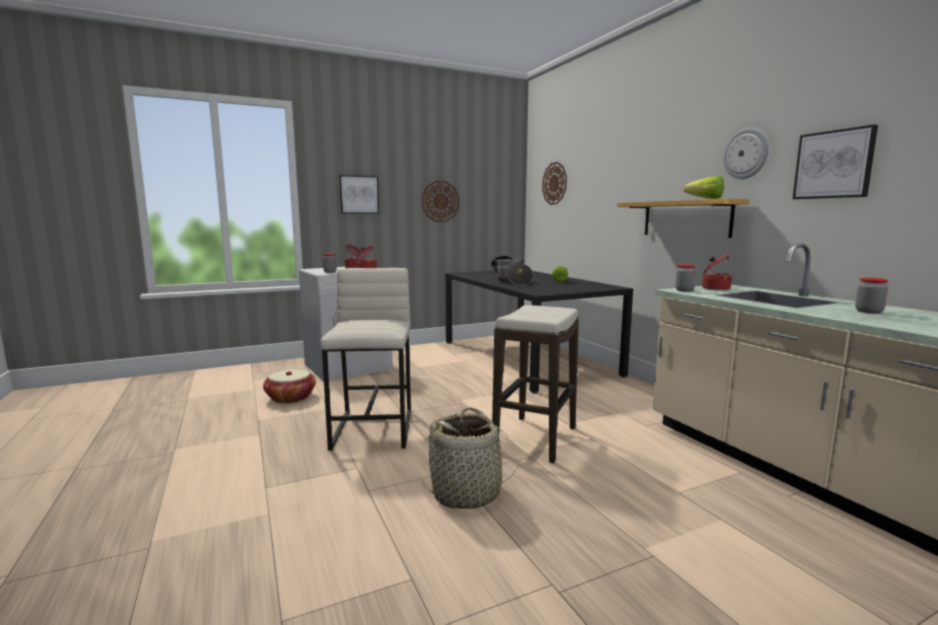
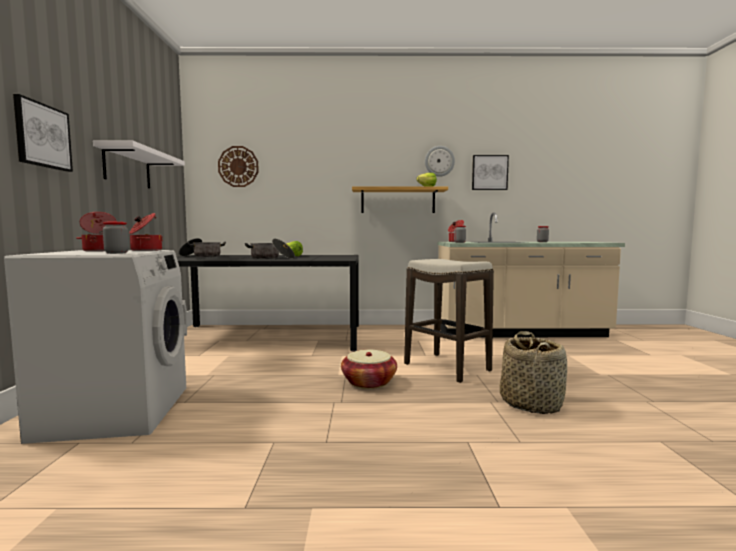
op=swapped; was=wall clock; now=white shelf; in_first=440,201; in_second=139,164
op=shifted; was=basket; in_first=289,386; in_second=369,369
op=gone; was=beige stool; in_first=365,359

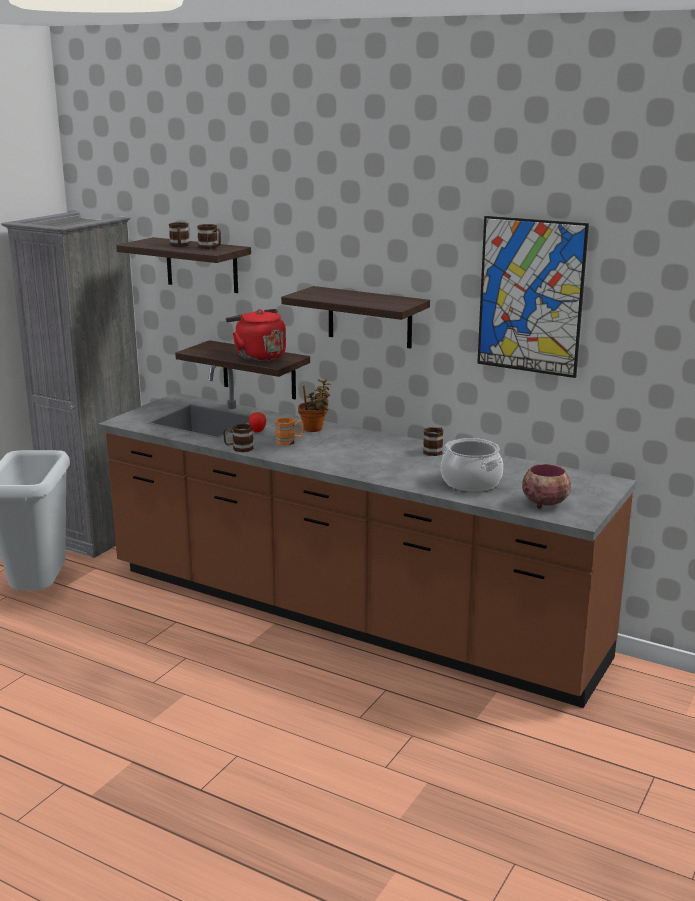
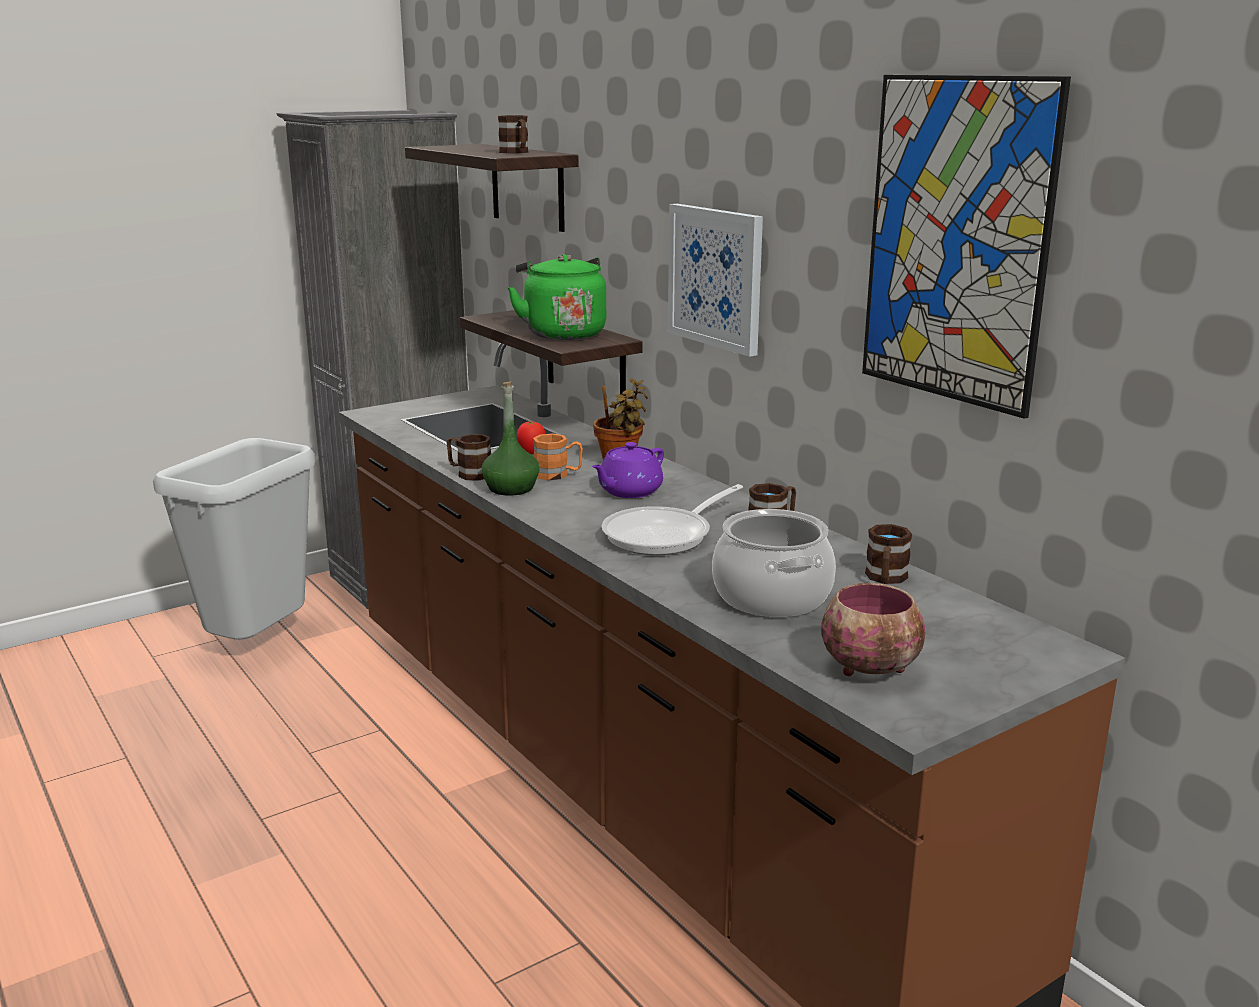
op=new; now=green bottle; in_second=511,439
op=repainted; was=red kettle; now=green kettle; in_first=256,335; in_second=556,297
op=new; now=purple teapot; in_second=628,470
op=new; now=frying pan; in_second=672,520
op=swapped; was=shelf; now=picture; in_first=355,317; in_second=715,280
op=shifted; was=brown mug; in_first=179,234; in_second=888,554

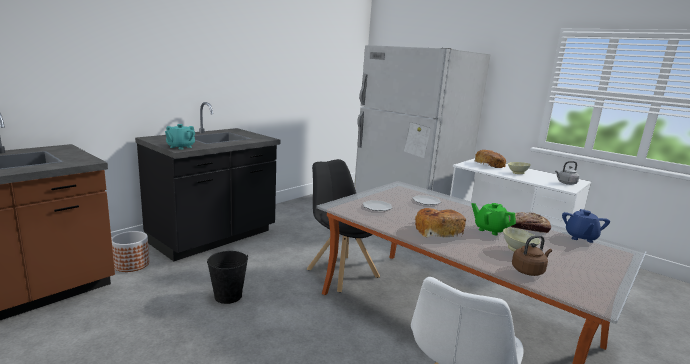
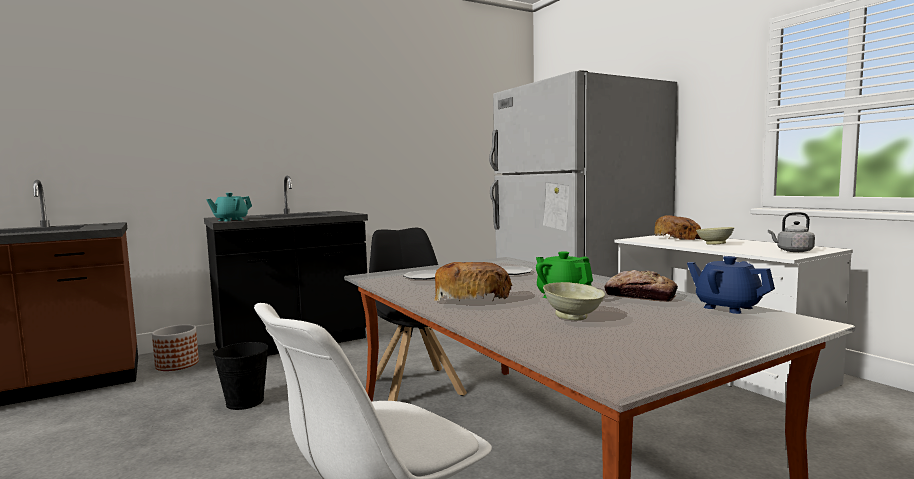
op=rotated; was=blue teapot; in_first=586,226; in_second=731,285; clockwise=105
op=gone; was=brown kettle; in_first=532,255

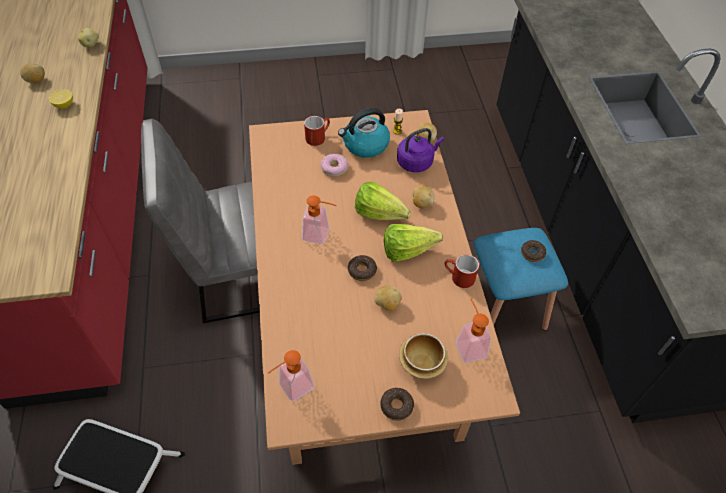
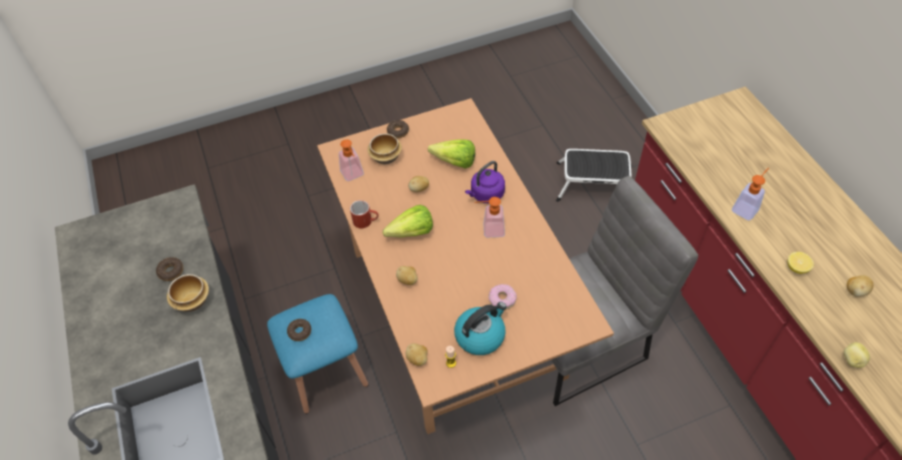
op=shifted; was=donut; in_first=362,268; in_second=169,269
op=new; now=bowl; in_second=188,293
op=shifted; was=lettuce; in_first=383,200; in_second=451,154
op=shifted; was=purple kettle; in_first=420,150; in_second=485,182
op=shifted; was=soap dispenser; in_first=291,375; in_second=750,194
op=gone; was=red mug; in_first=317,131

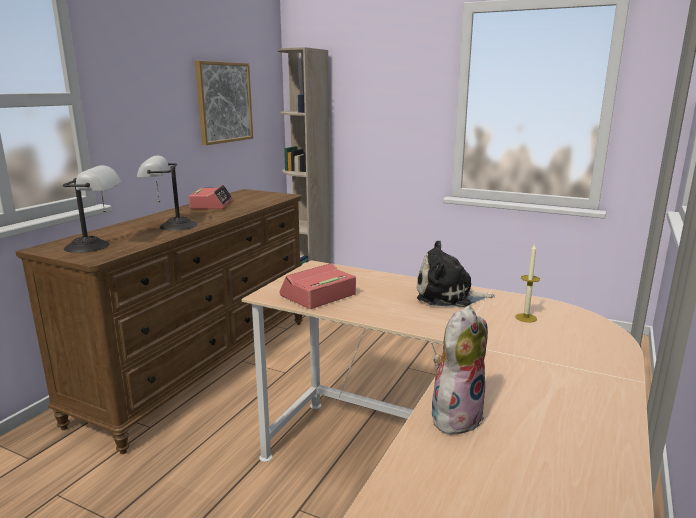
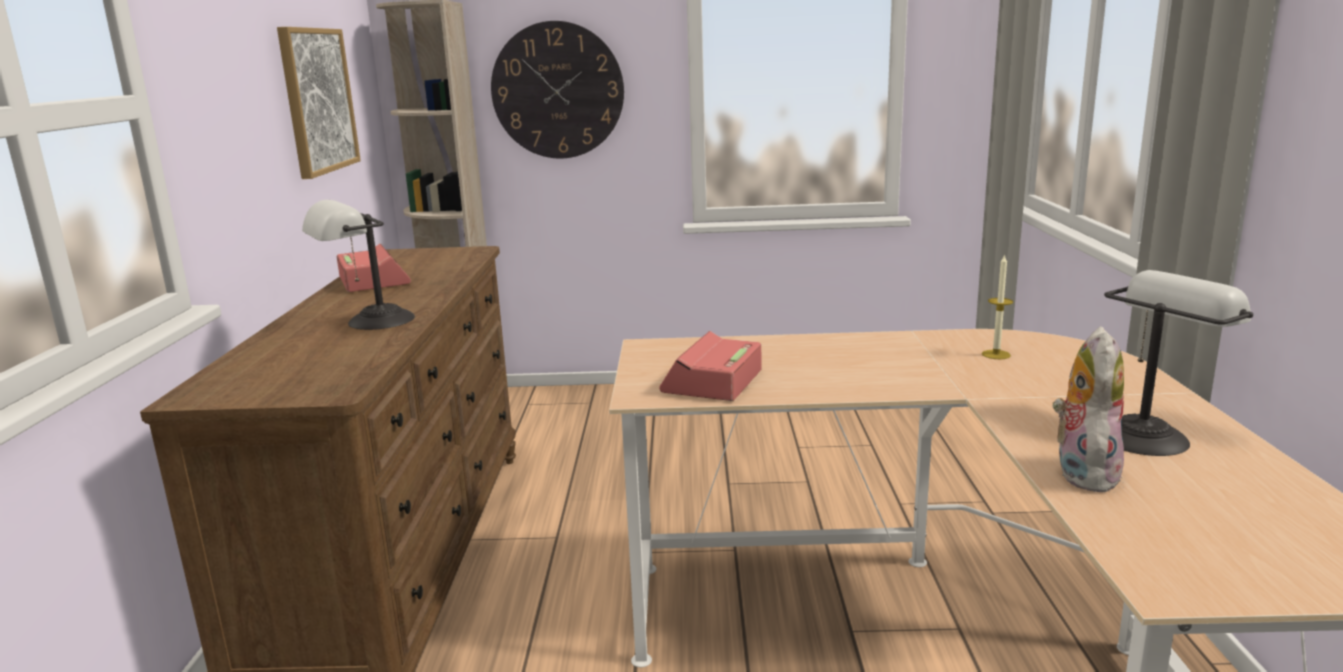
op=new; now=wall clock; in_second=557,90
op=shifted; was=table lamp; in_first=92,209; in_second=1178,363
op=gone; was=plush toy; in_first=456,273

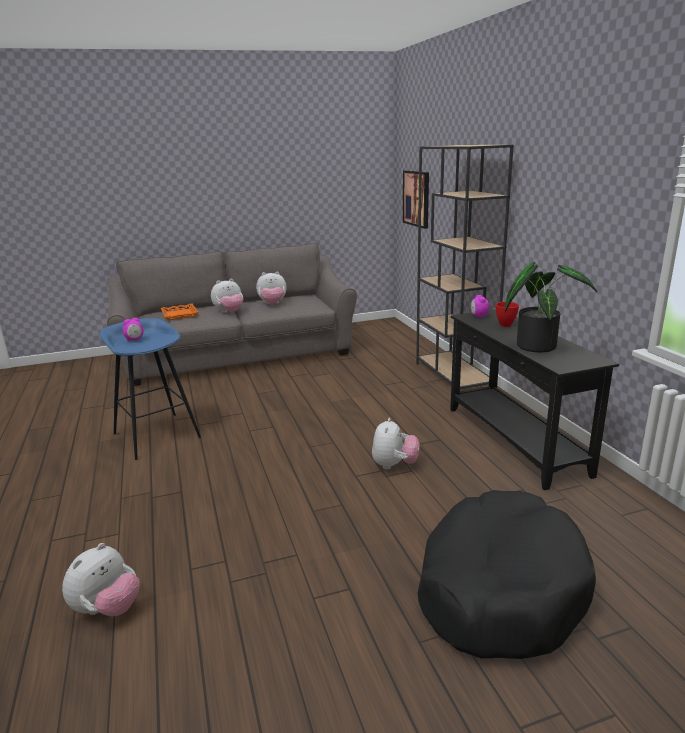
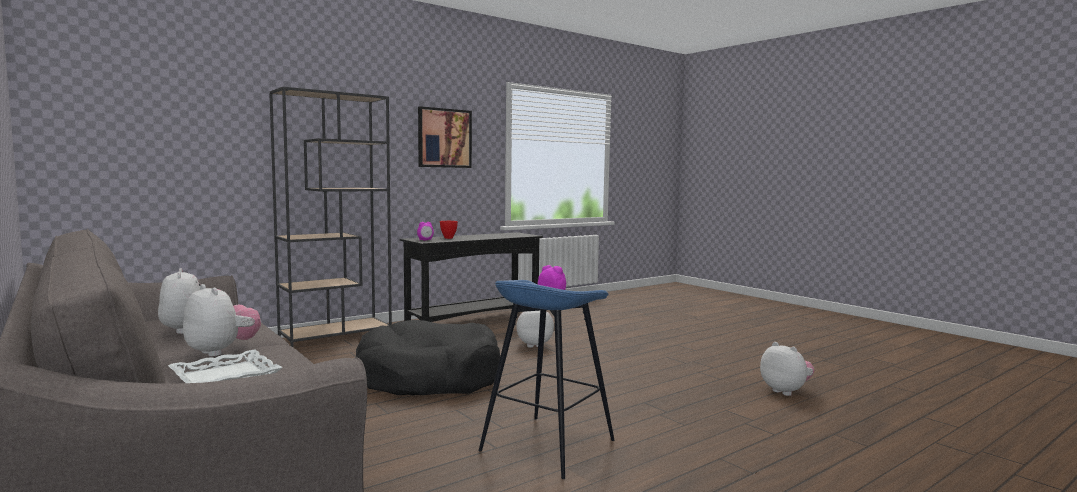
op=repainted; was=orange tray; now=white tray; in_first=180,312; in_second=225,366
op=shifted; was=black dog bed; in_first=507,574; in_second=428,357
op=shifted; was=picture; in_first=416,199; in_second=445,137
op=rotated; was=plush toy; in_first=101,579; in_second=787,369; clockwise=45
op=gone; was=potted plant; in_first=551,307

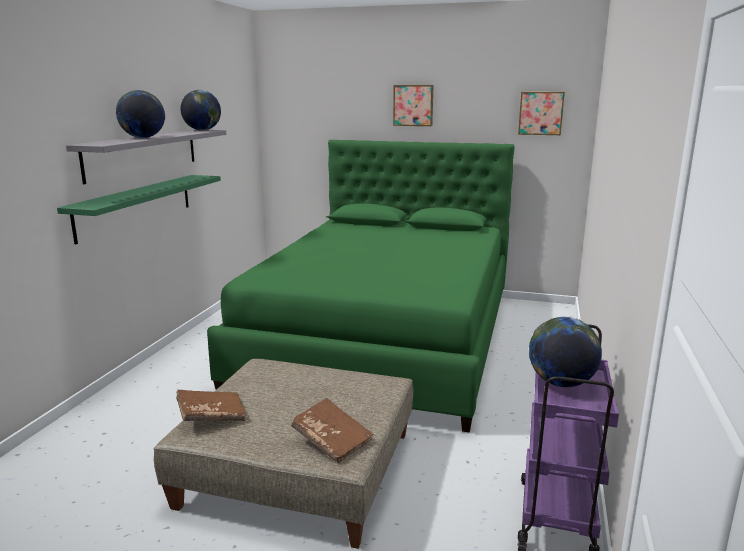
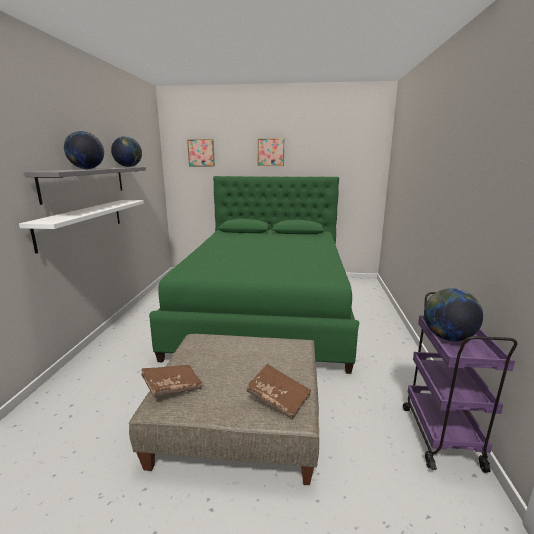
op=repainted; was=green shelf; now=white shelf; in_first=139,210; in_second=81,227
op=shifted; was=picture; in_first=541,113; in_second=201,152

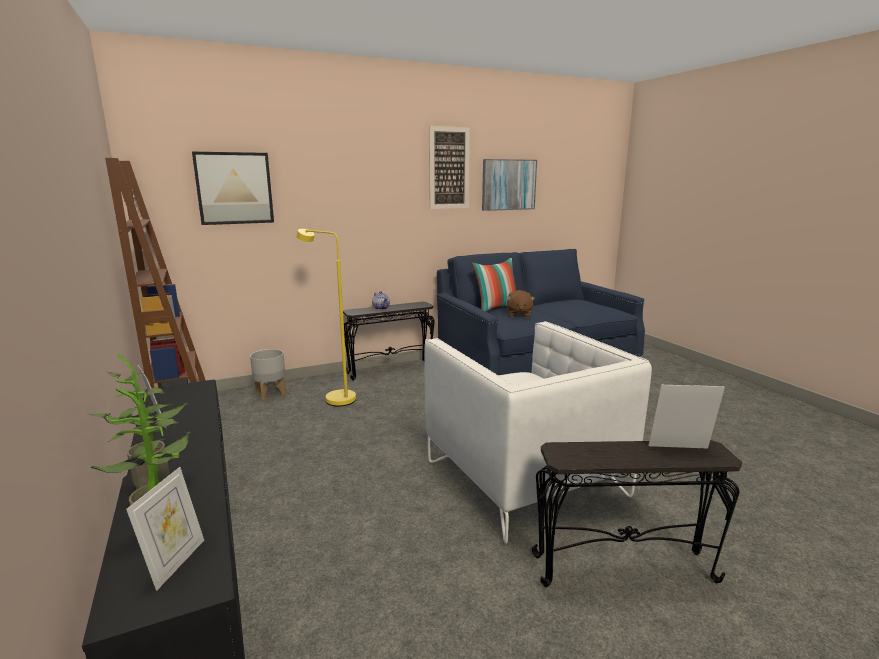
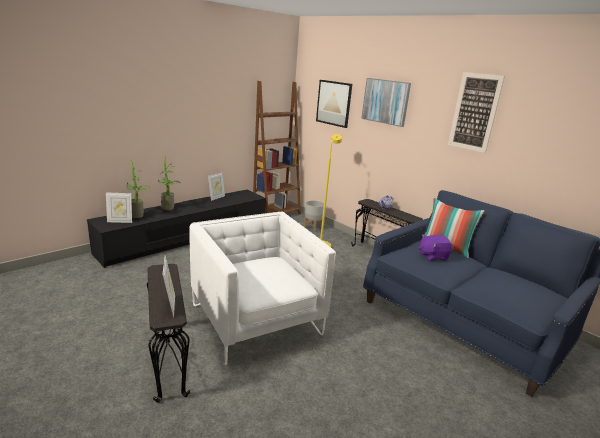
op=rotated; was=white armchair; in_first=538,432; in_second=262,288; clockwise=105
op=shifted; was=picture; in_first=509,185; in_second=386,102
op=repainted; was=brown plush toy; now=purple plush toy; in_first=521,304; in_second=436,247

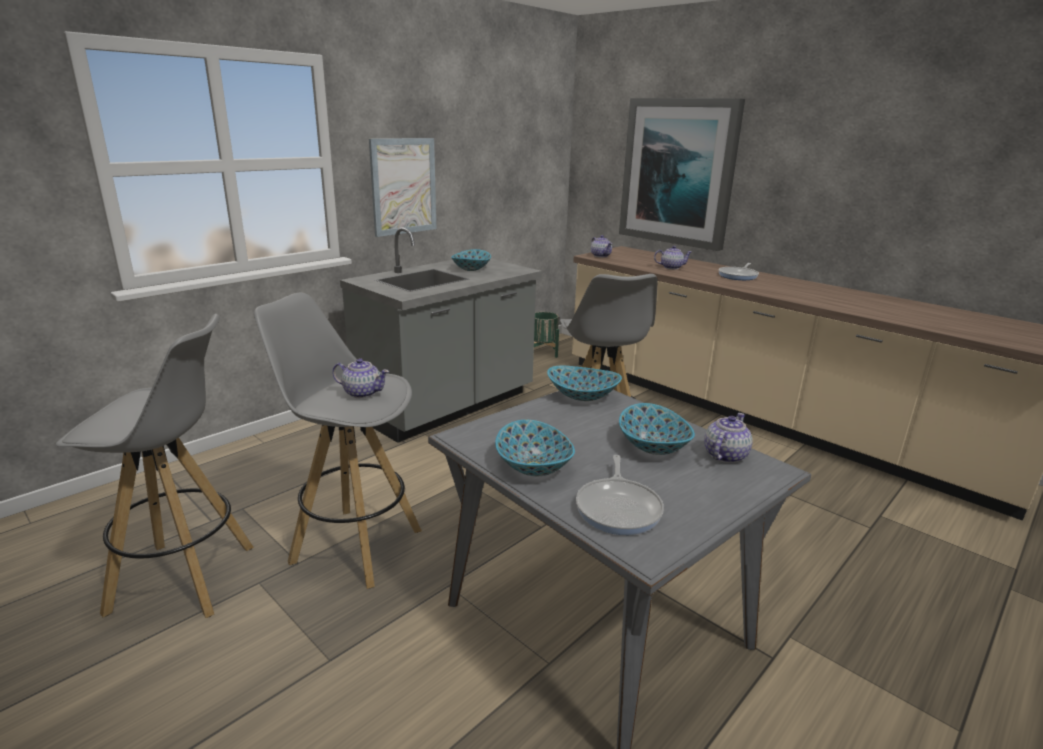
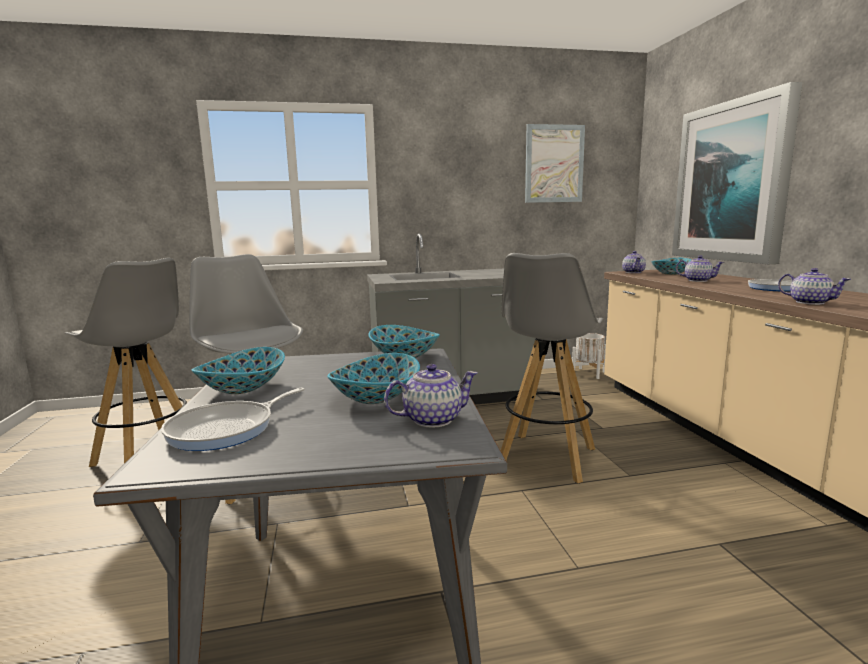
op=shifted; was=picture; in_first=403,187; in_second=555,163
op=repainted; was=green planter; now=white planter; in_first=546,335; in_second=589,356
op=shifted; was=bowl; in_first=471,260; in_second=671,266
op=shifted; was=teapot; in_first=361,378; in_second=814,286

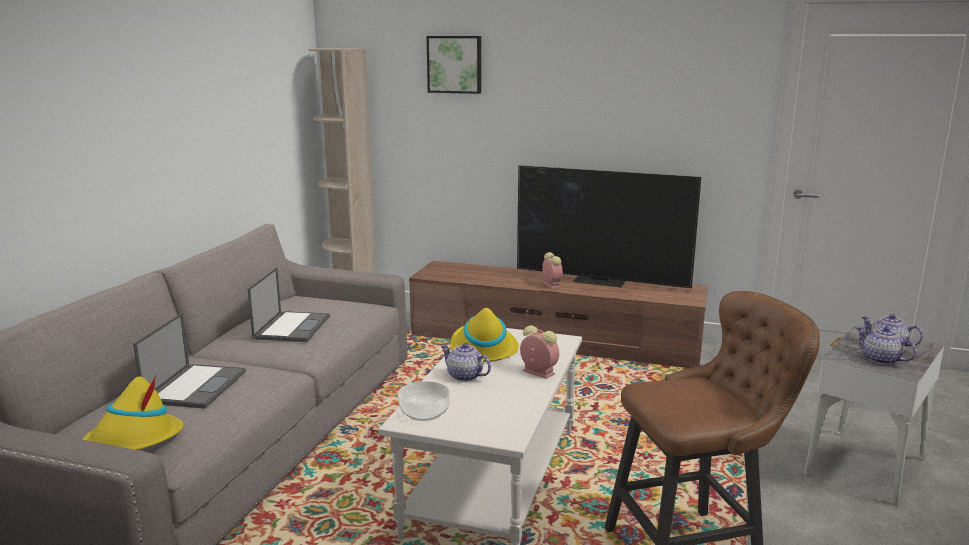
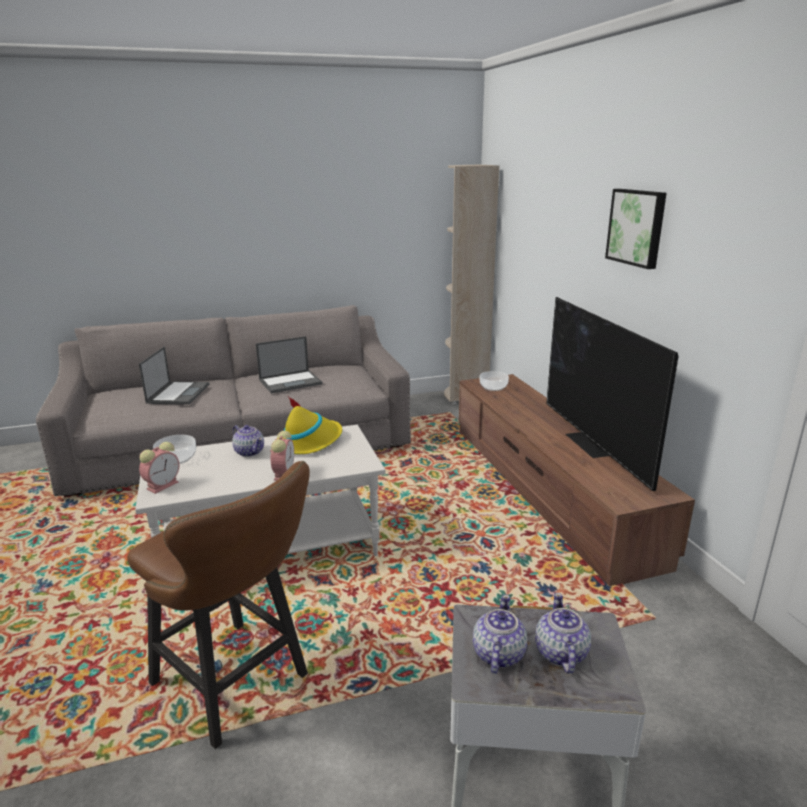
op=rotated; was=laptop; in_first=189,361; in_second=174,376; clockwise=-60
op=shifted; was=alarm clock; in_first=552,270; in_second=159,468
op=rotated; was=teapot; in_first=465,362; in_second=248,441; clockwise=135
op=new; now=bowl; in_second=494,381
op=shifted; was=picture; in_first=453,65; in_second=636,229
op=gone; was=yellow hat; in_first=132,412

